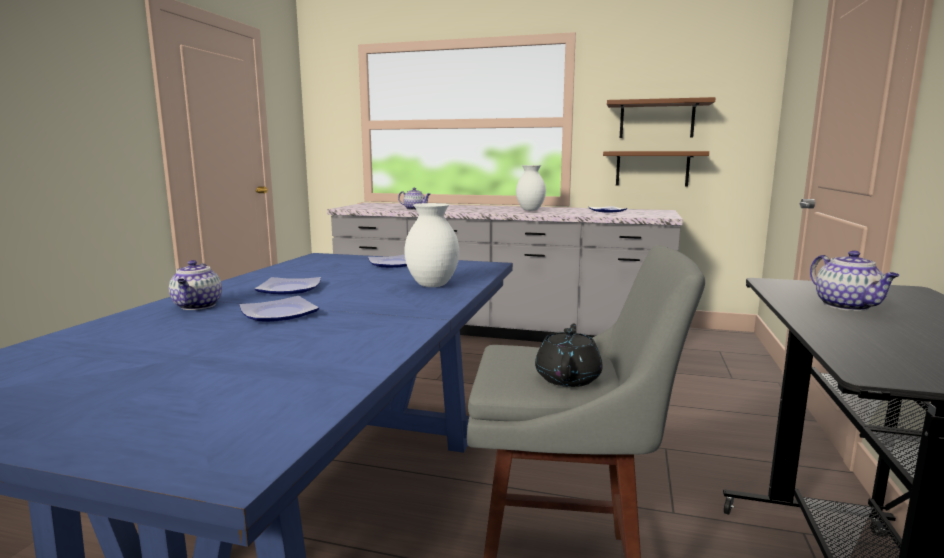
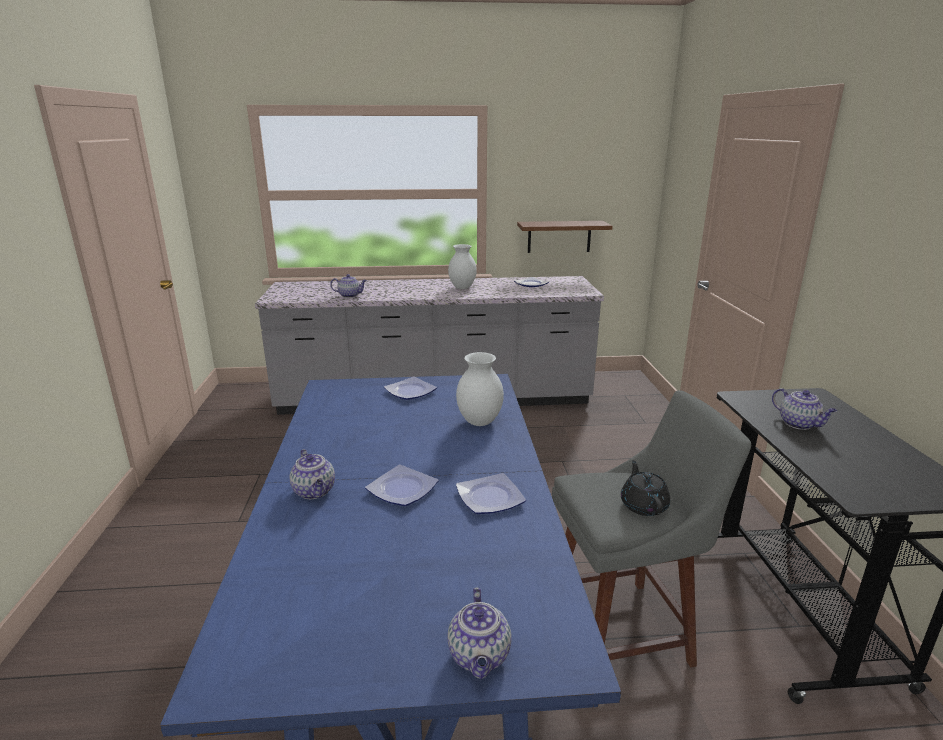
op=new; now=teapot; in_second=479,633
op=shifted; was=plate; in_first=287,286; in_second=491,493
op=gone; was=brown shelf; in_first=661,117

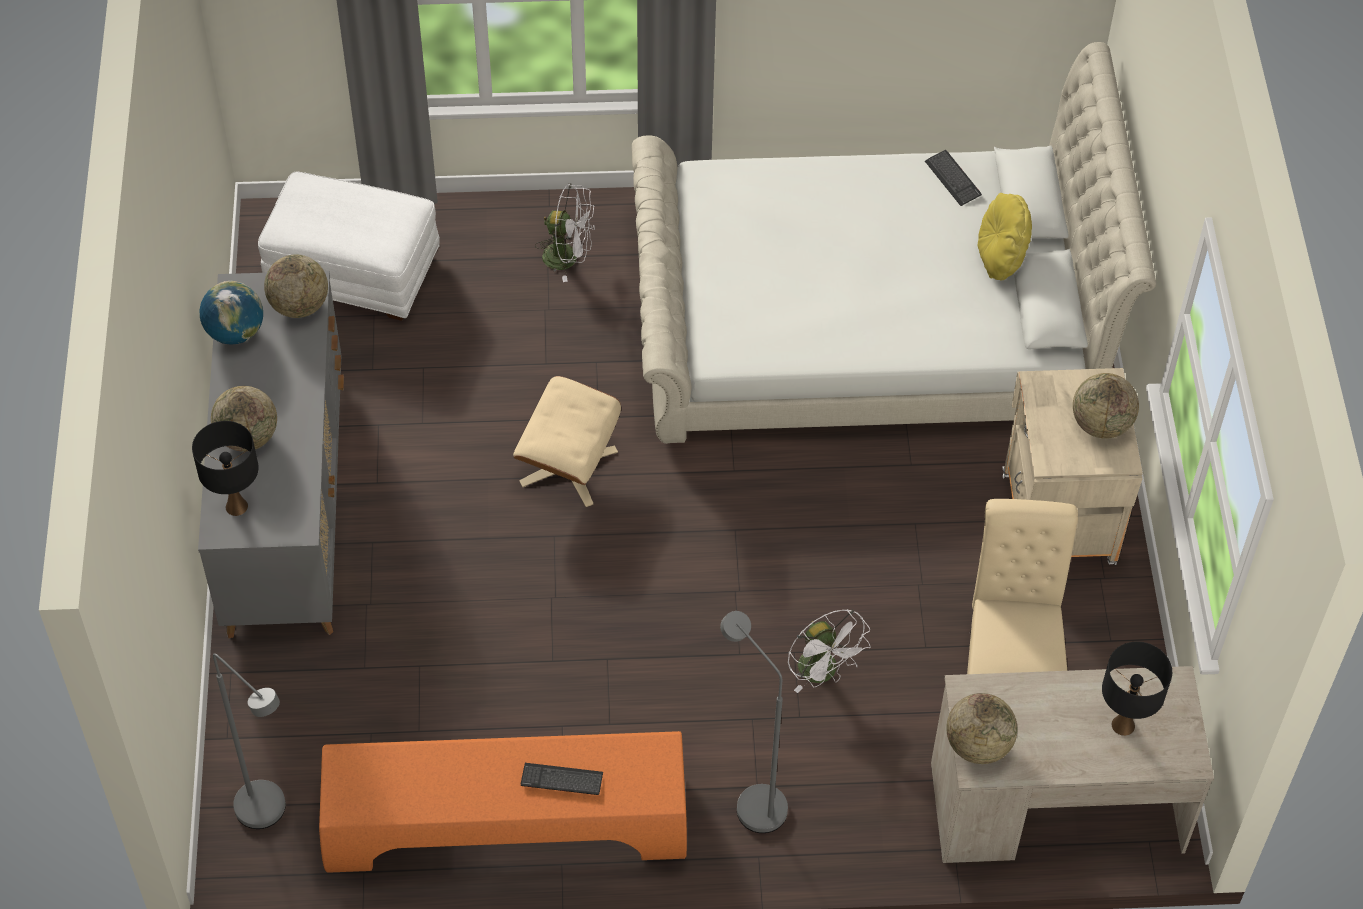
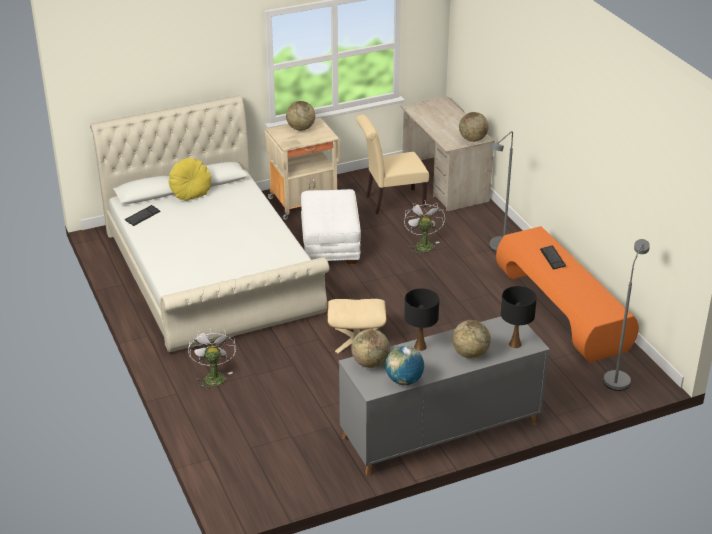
op=shifted; was=white ottoman; in_first=349,246; in_second=331,226
op=rotated; was=white fan; in_first=829,651; in_second=424,228; clockwise=-45
op=shifted; was=black table lamp; in_first=1137,689; in_second=421,319

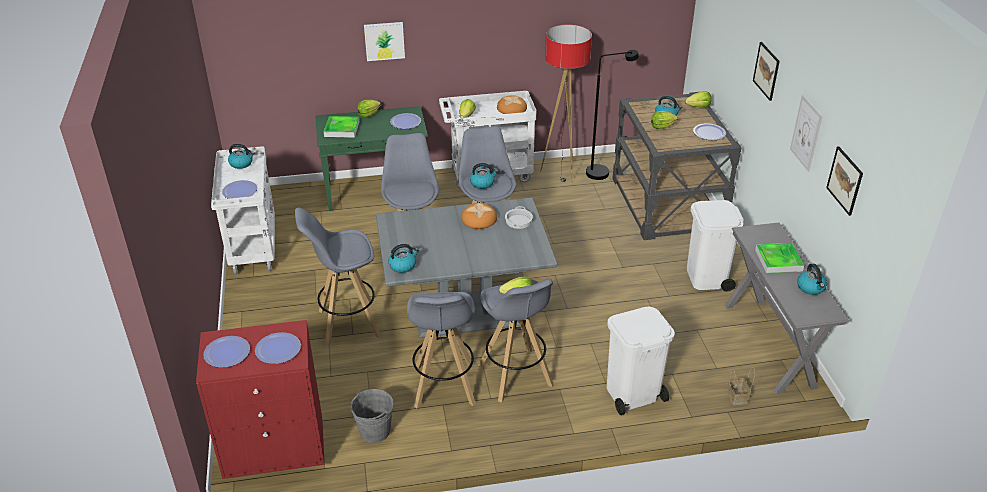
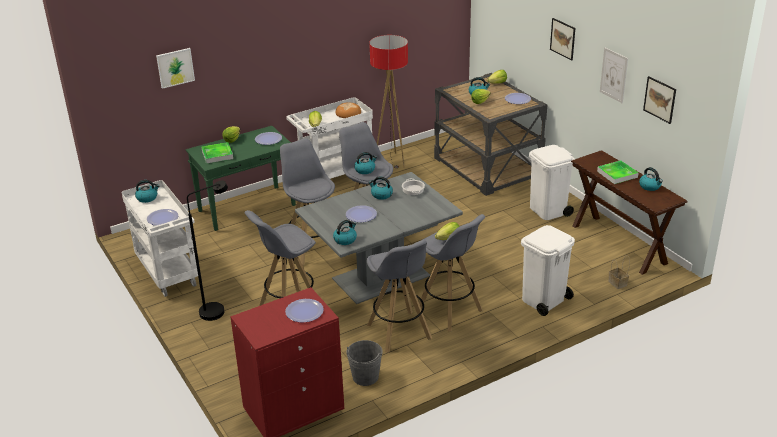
op=shifted; was=picture; in_first=384,41; in_second=175,68
op=shifted; was=black floor lamp; in_first=612,115; in_second=207,250
op=shifted; was=plate; in_first=226,352; in_second=361,213
op=swapped; was=bread; now=kettle; in_first=479,216; in_second=380,188
op=repainted; was=grey console table; now=brown console table; in_first=787,308; in_second=629,212

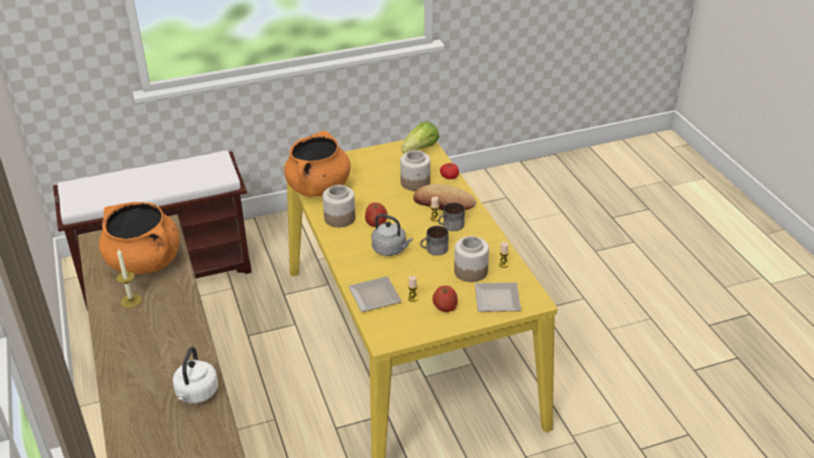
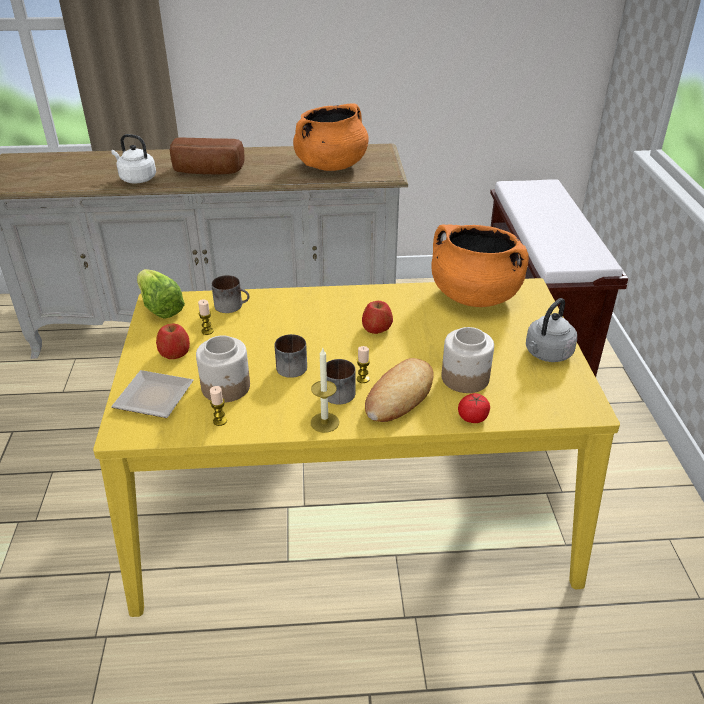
op=shifted; was=lettuce; in_first=420,138; in_second=161,294
op=new; now=bread; in_second=207,156
op=swapped; was=plate; now=mug; in_first=375,294; in_second=230,294
op=shifted; was=candle; in_first=129,278; in_second=325,390
op=shifted; was=grey kettle; in_first=392,235; in_second=551,330
op=gone; was=jar; in_first=339,206

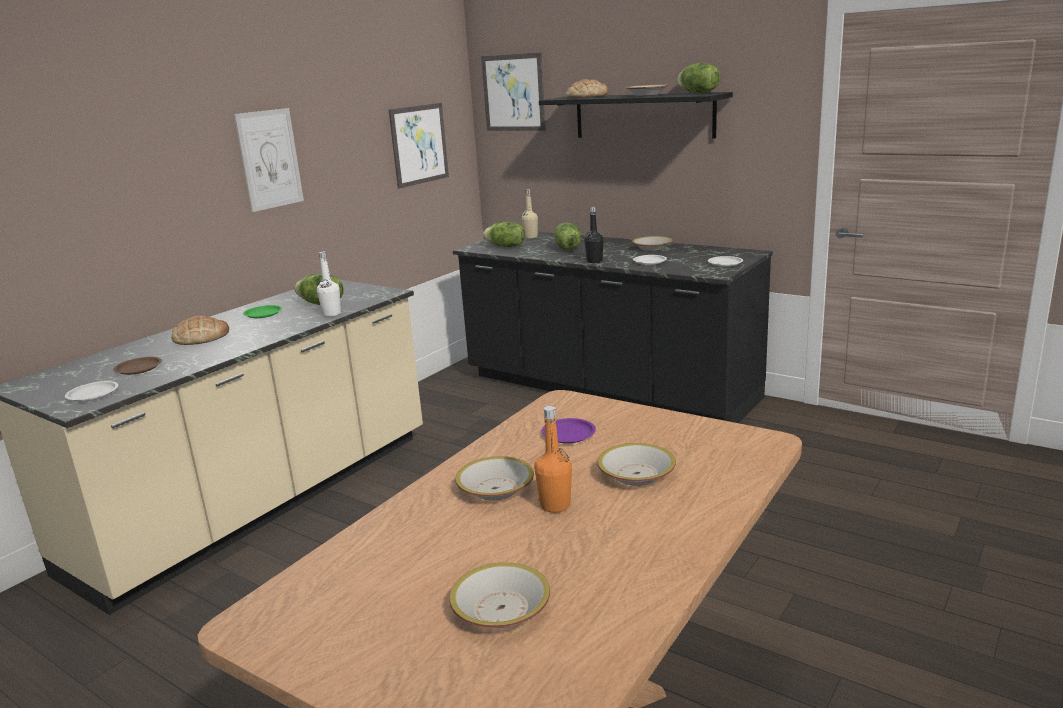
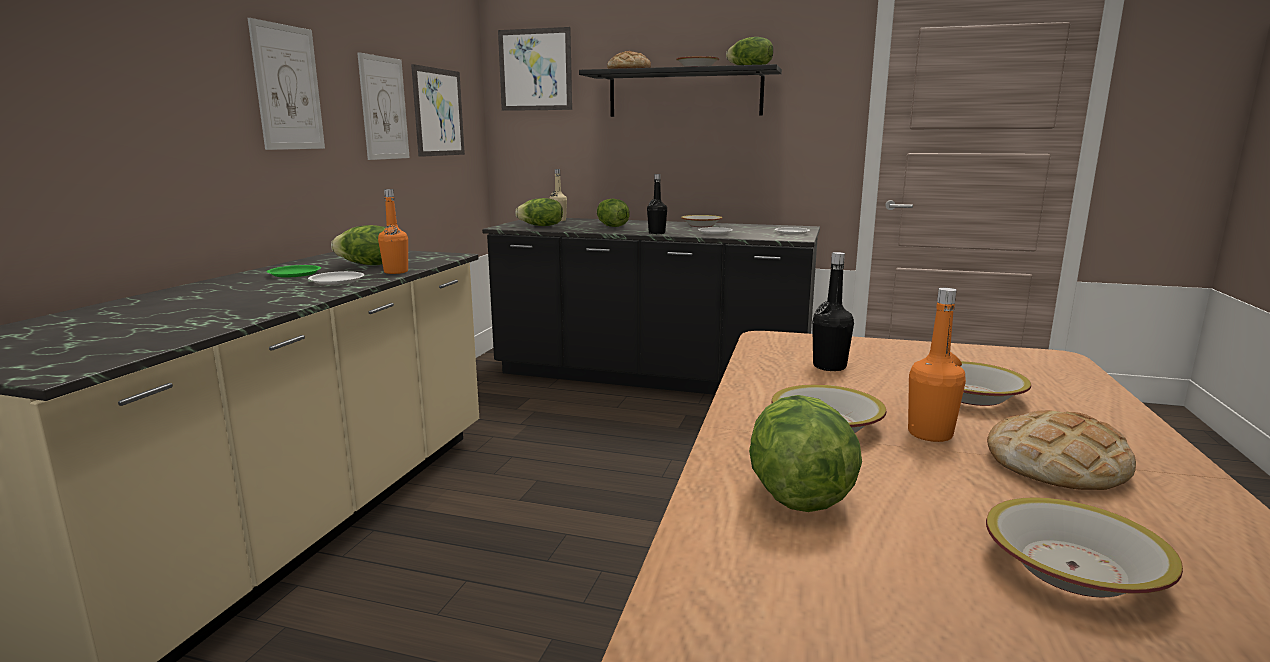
op=shifted; was=white plate; in_first=91,391; in_second=336,278
op=new; now=picture; in_second=383,106
op=repainted; was=white bottle; now=orange bottle; in_first=329,284; in_second=393,231
op=new; now=lettuce; in_second=805,453
op=swapped; was=purple plate; now=black bottle; in_first=569,430; in_second=833,311
op=shifted; was=bread; in_first=200,330; in_second=1061,450
op=gone; was=brown plate; in_first=137,366

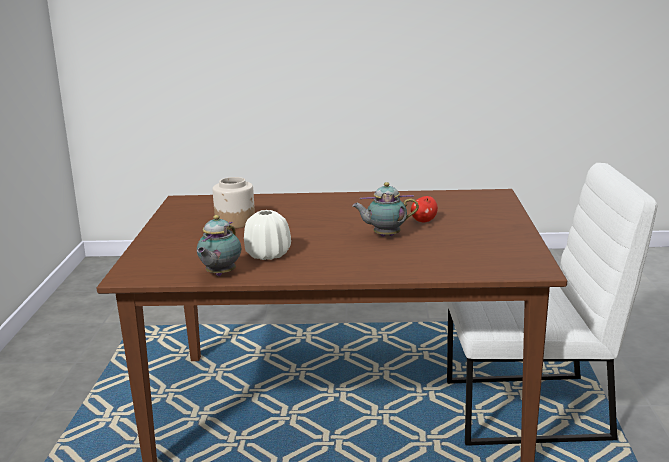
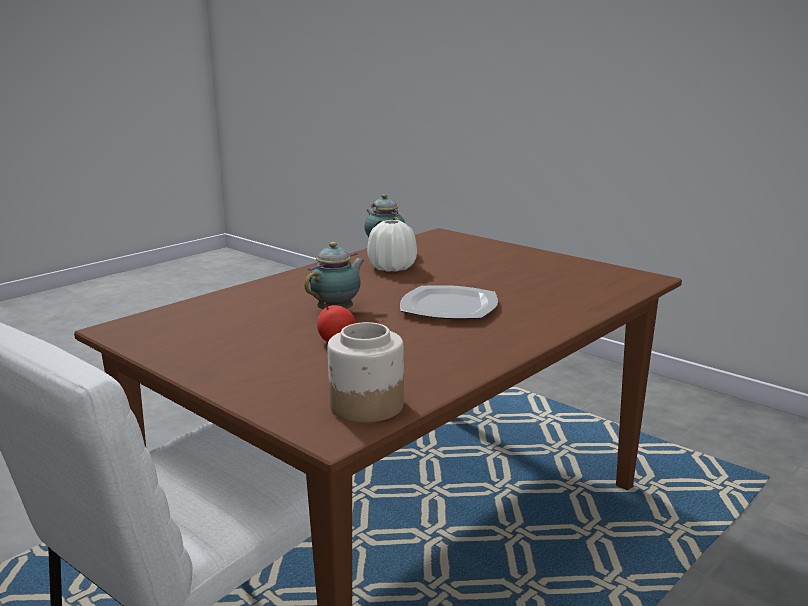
op=shifted; was=jar; in_first=234,203; in_second=366,372
op=new; now=plate; in_second=449,302

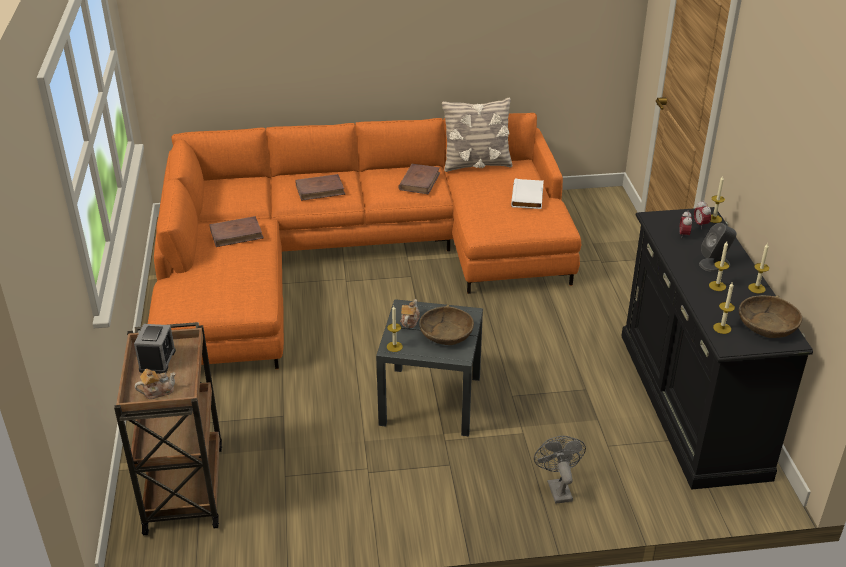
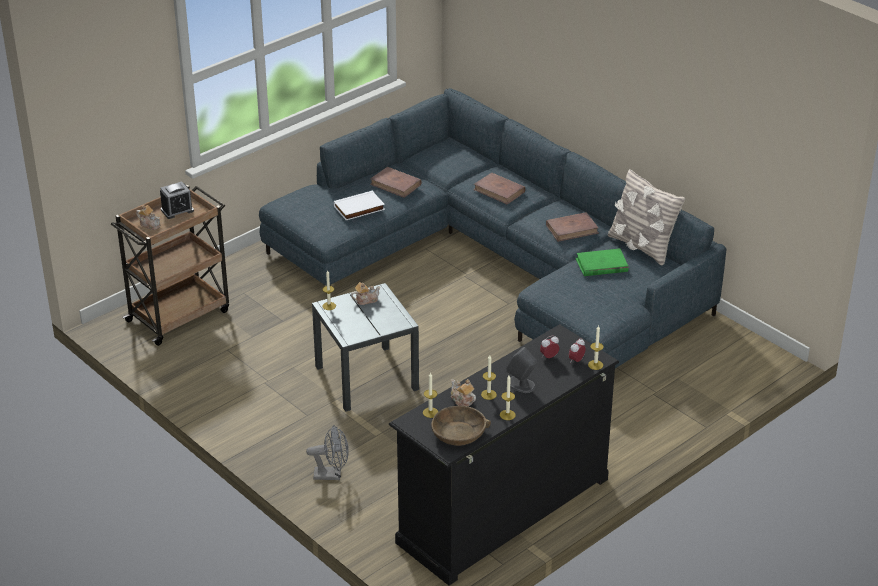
op=repainted; was=orange sofa; now=blue sofa; in_first=364,241; in_second=492,228
op=rotated; was=grey fan; in_first=560,470; in_second=327,452; clockwise=45
op=shifted; was=white book; in_first=527,193; in_second=359,205
op=new; now=teapot; in_second=463,392
op=new; now=green book; in_second=602,262
op=gone; was=brown bowl; in_first=446,325

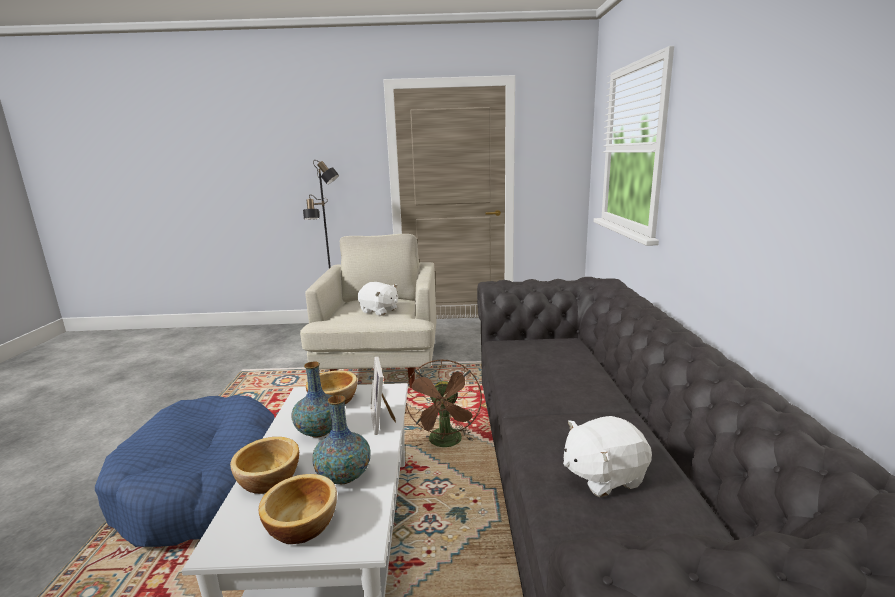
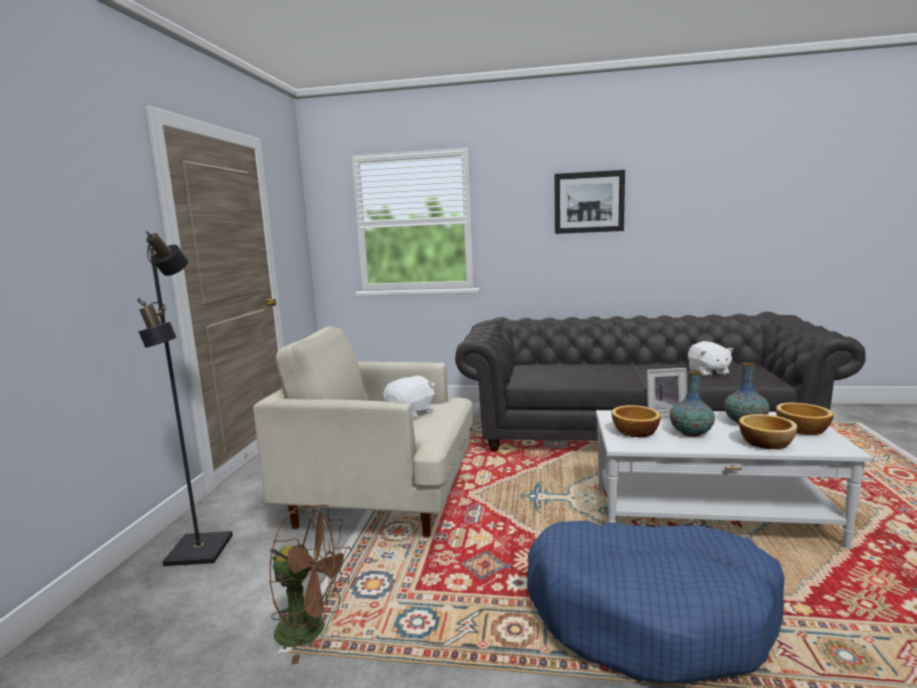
op=shifted; was=brown fan; in_first=443,403; in_second=310,585
op=new; now=picture; in_second=590,202

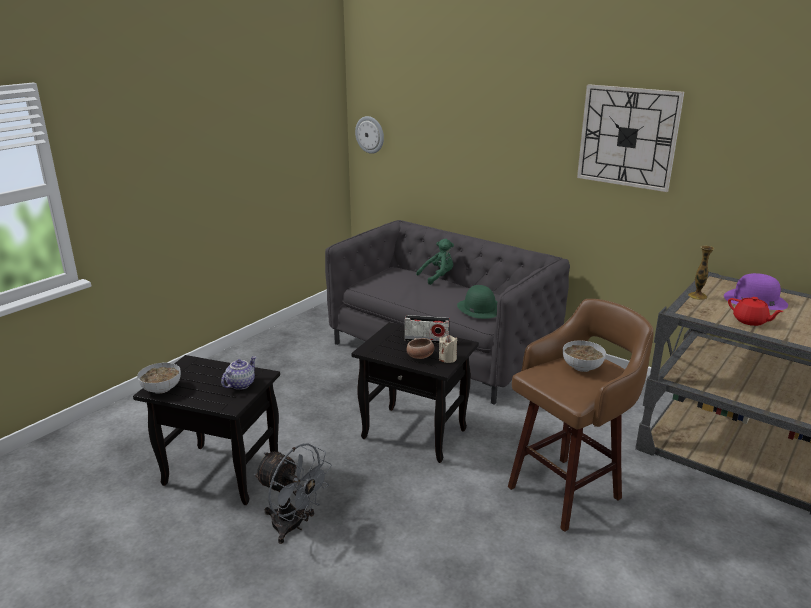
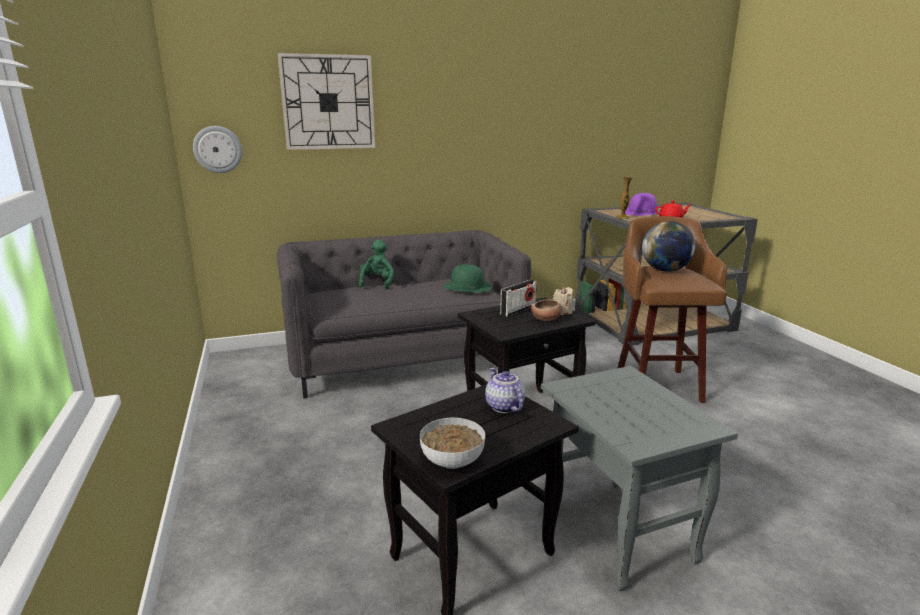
op=shifted; was=wall clock; in_first=630,138; in_second=326,101
op=swapped; was=grey fan; now=grey side table; in_first=293,493; in_second=639,478
op=swapped; was=bowl; now=globe; in_first=584,356; in_second=668,246

